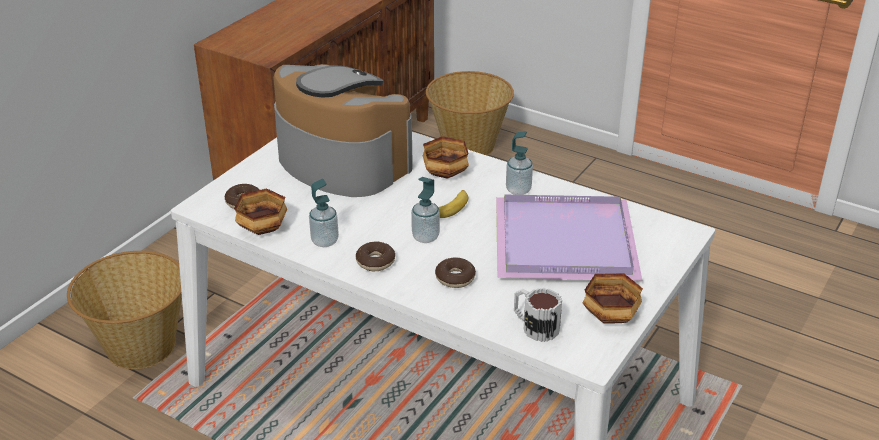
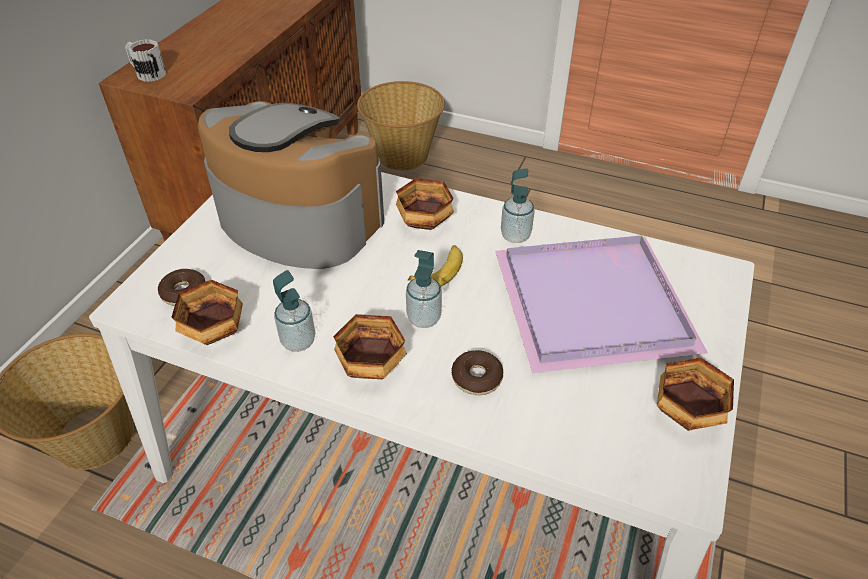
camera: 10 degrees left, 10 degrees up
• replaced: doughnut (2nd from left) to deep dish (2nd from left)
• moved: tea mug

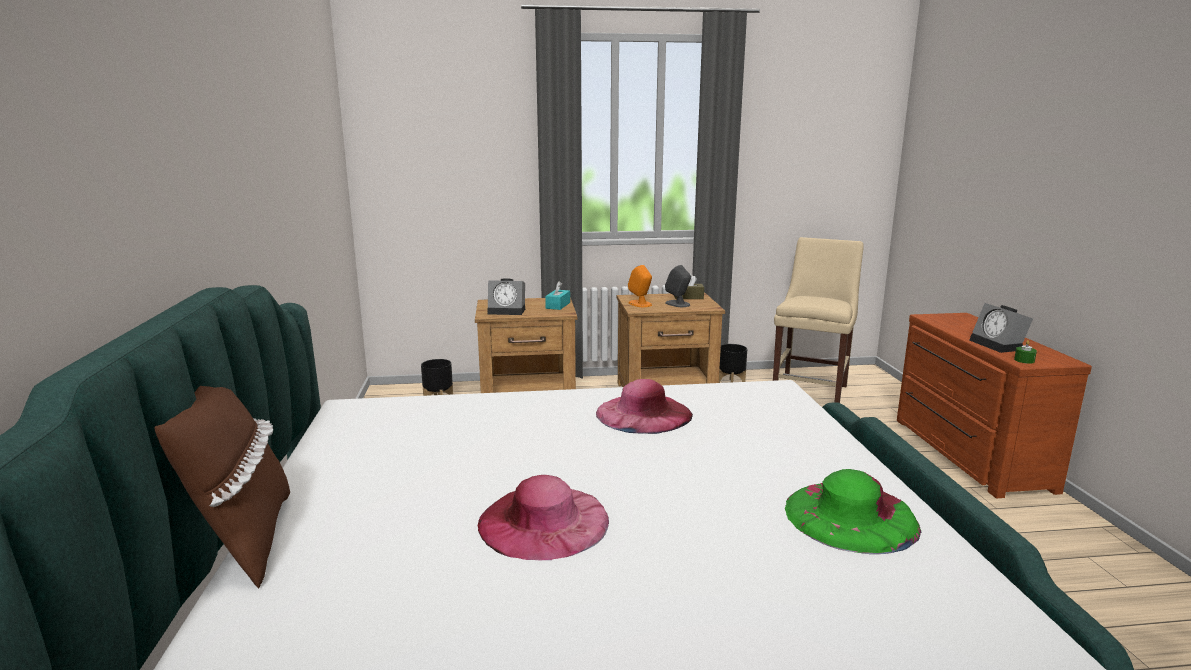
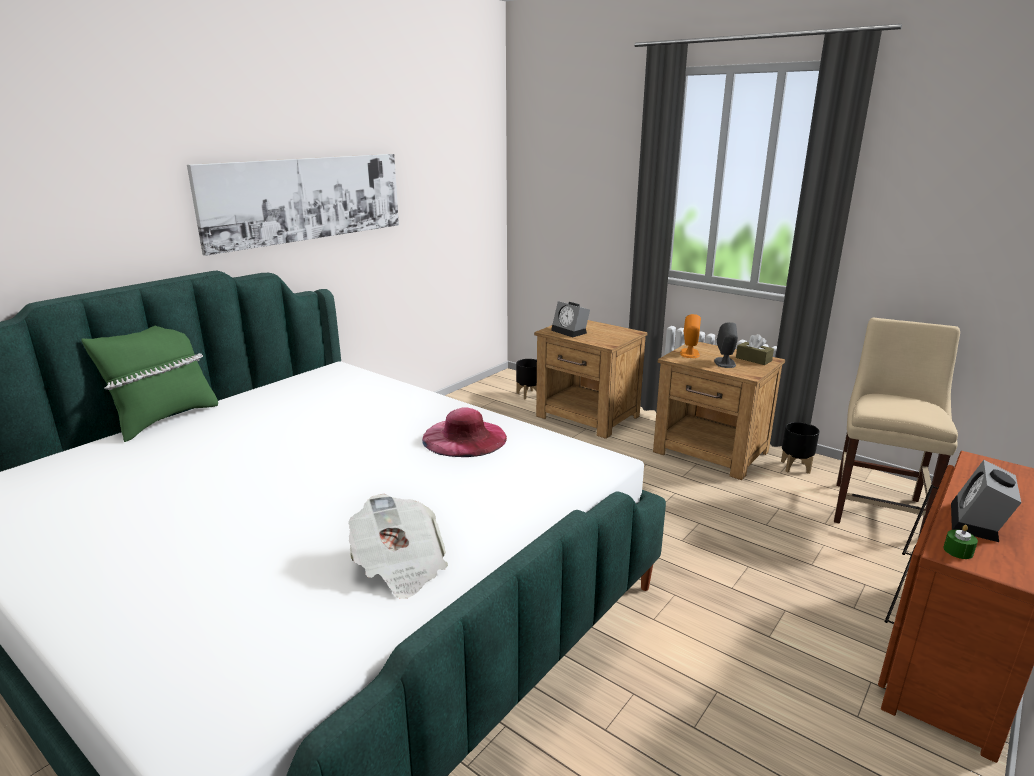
camera: 45 degrees right, 5 degrees up
• recoloured: brown-coloured cushion to greenish cushion
• removed: pink wearable hat (1st from left)
• removed: blue-green tissue holder
• turned: beige-coloured plain chair 45 degrees counterclockwise
• replaced: greenish wearable hat to printed paper
• added: wall art

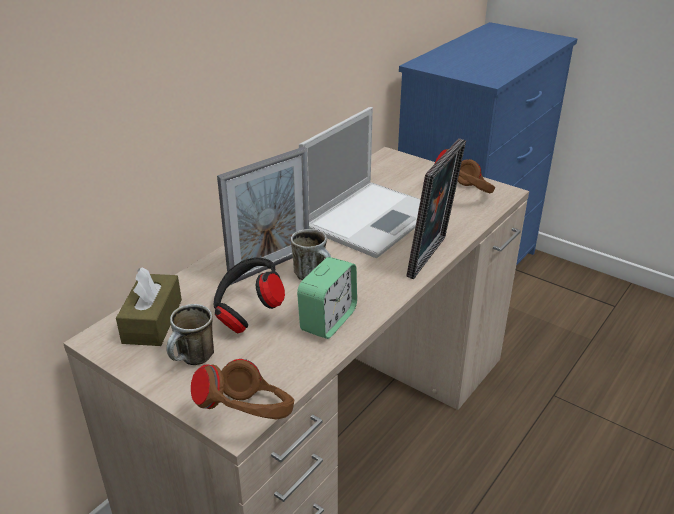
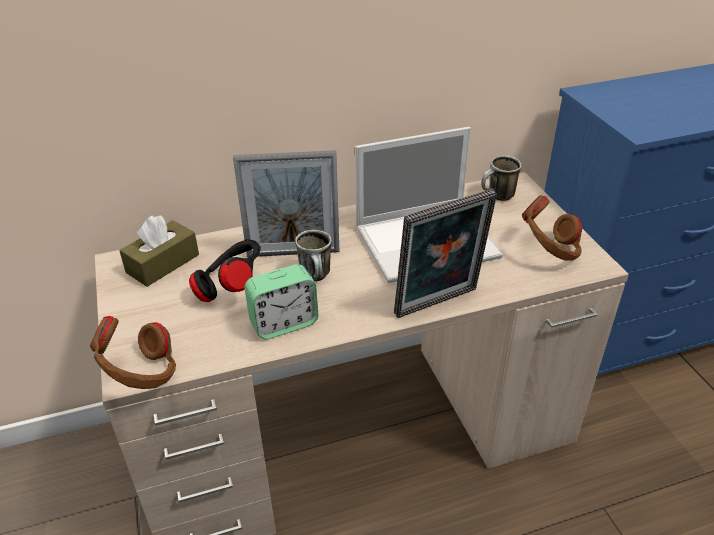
camera: 35 degrees right, 5 degrees up
• moved: tea mug (1st from left in the first image) to tea mug (2nd from left)

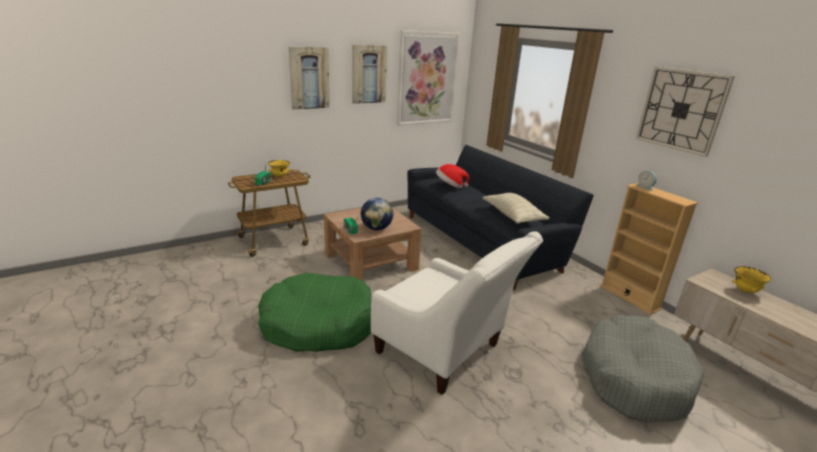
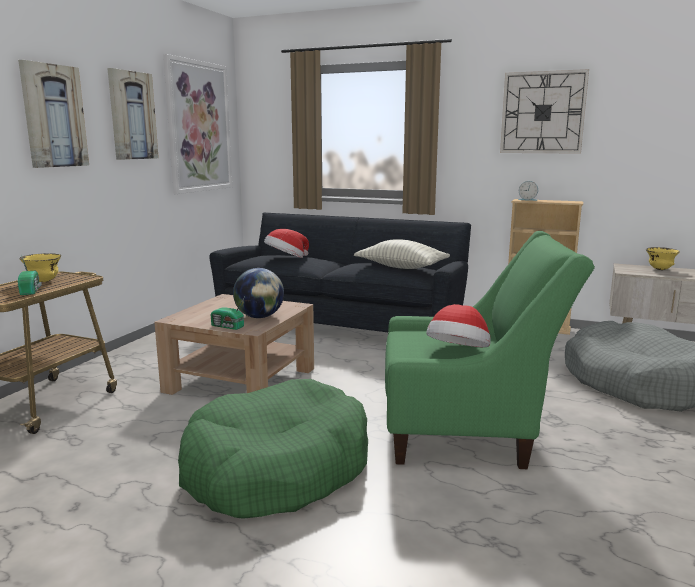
camera: 35 degrees left, 10 degrees down
• recoloured: white lounge chair to greenish lounge chair
• added: wearable hat (2nd from left)

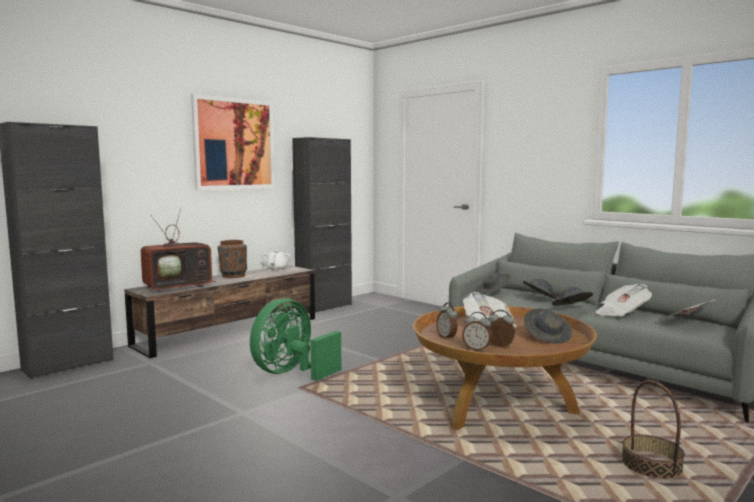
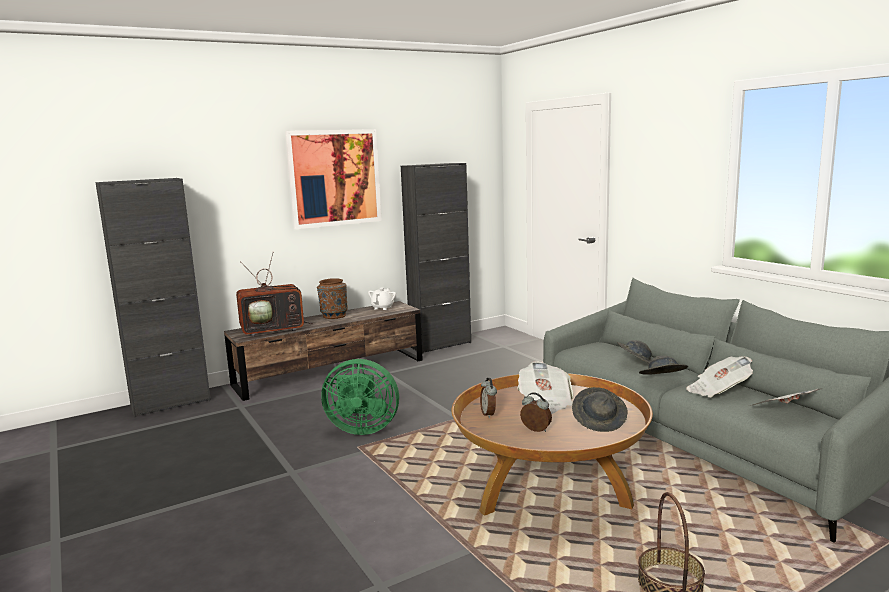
camera: 15 degrees right, 5 degrees up
• turned: greenish fan 135 degrees counterclockwise
• removed: bedside clock (2nd from left)
• removed: grey wearable hat (1st from left)

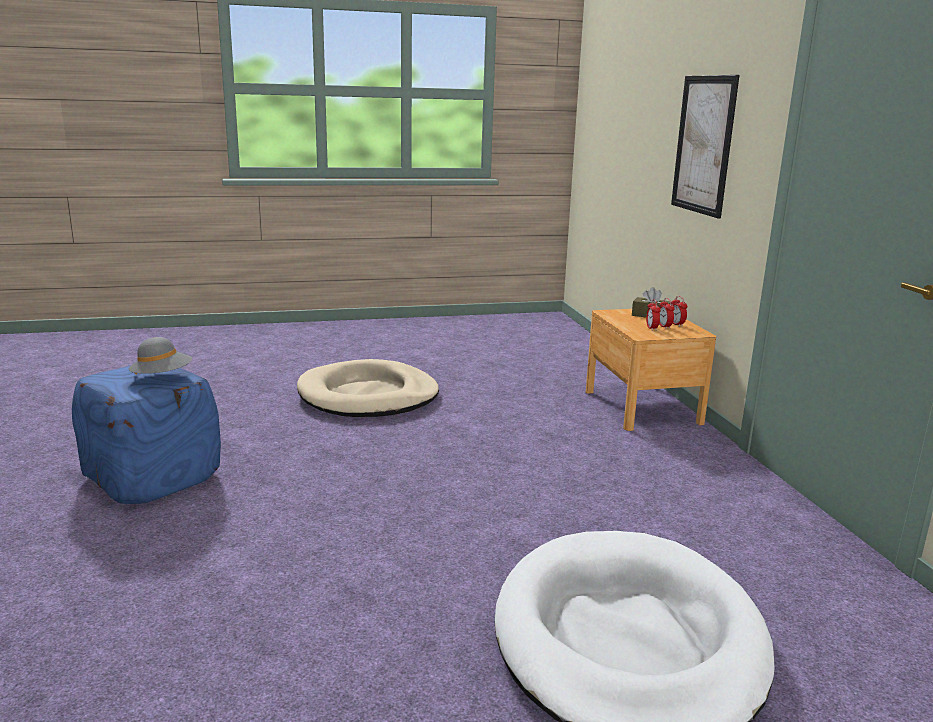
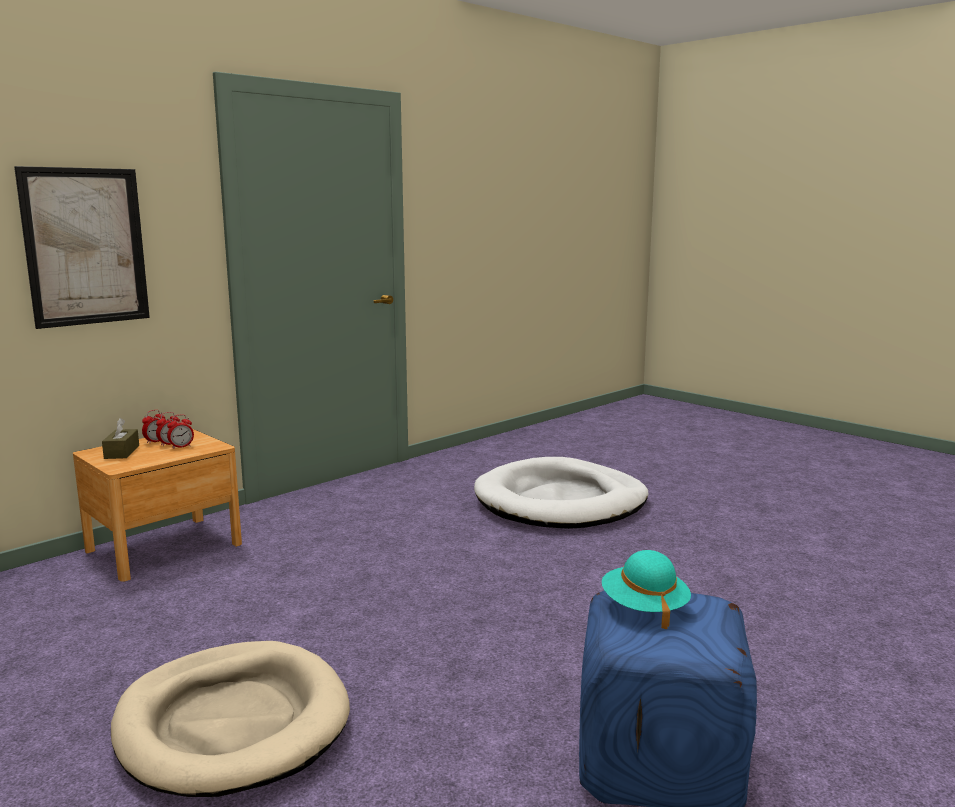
camera: 120 degrees left, 5 degrees down
• recoloured: grey wearable hat to blue-green wearable hat

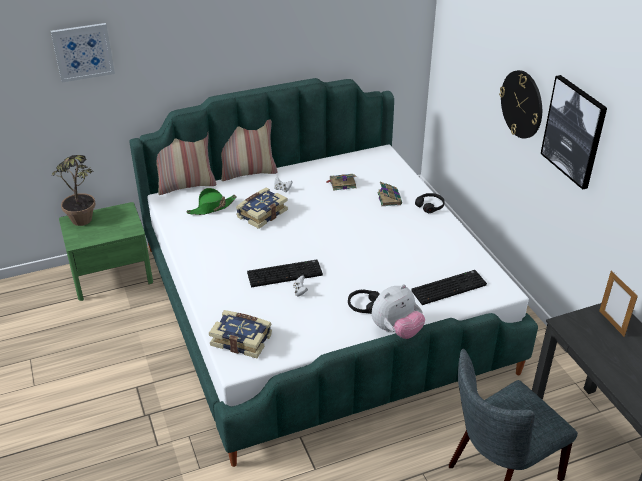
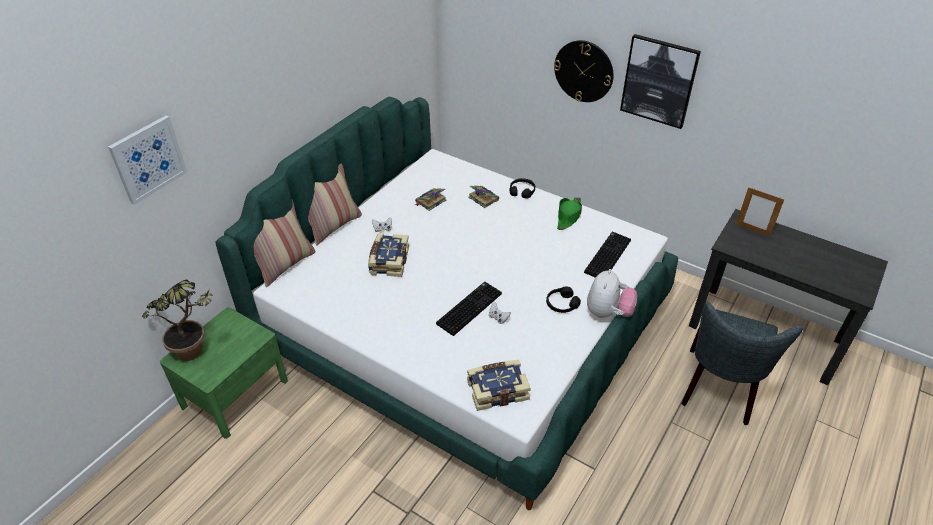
camera: 35 degrees left, 5 degrees up
• moved: greenish wearable hat

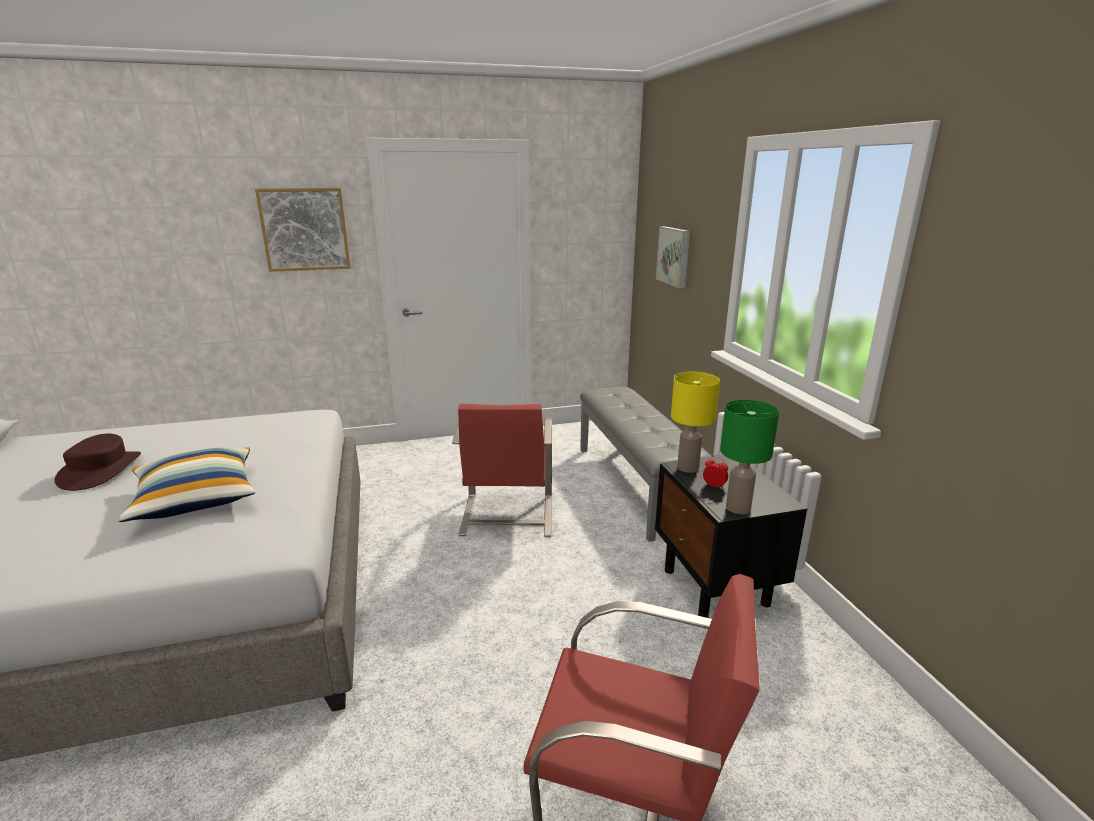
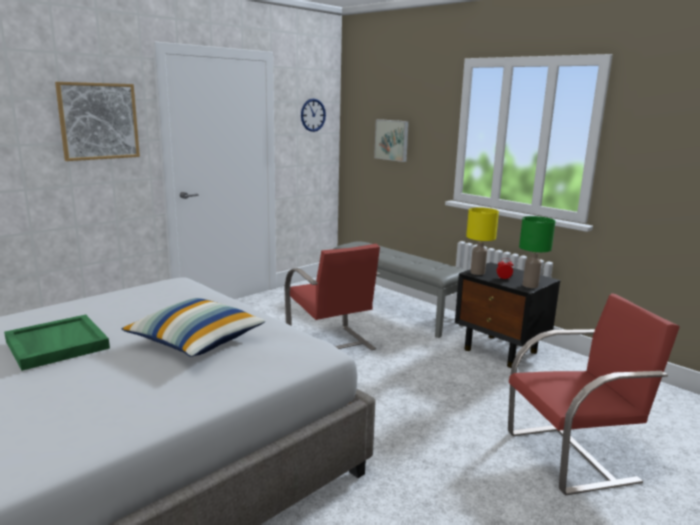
camera: 30 degrees left, 5 degrees down
• replaced: brown-coloured wearable hat to greenish carrying tray
• added: wall clock

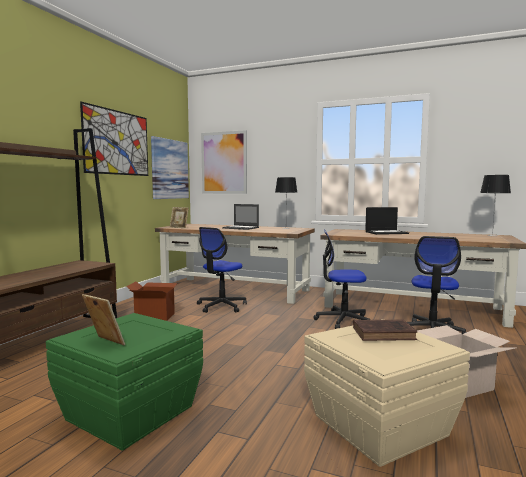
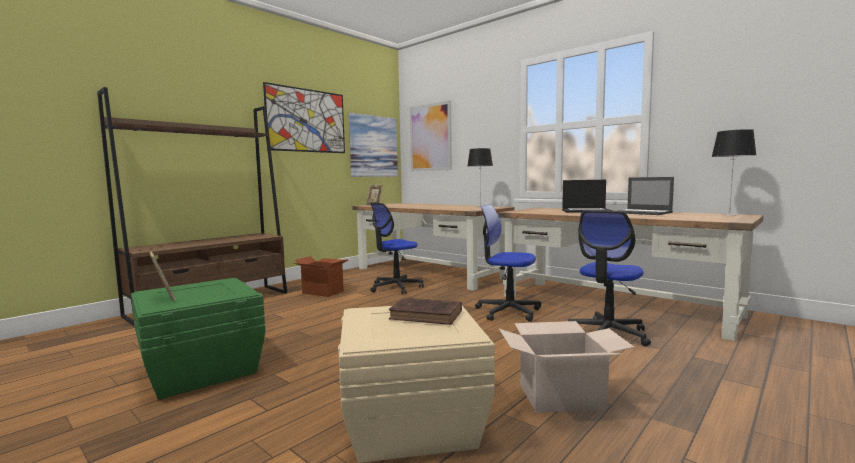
camera: 20 degrees right, 0 degrees up
• moved: laptop (1st from left in the first image) to laptop (2nd from left)

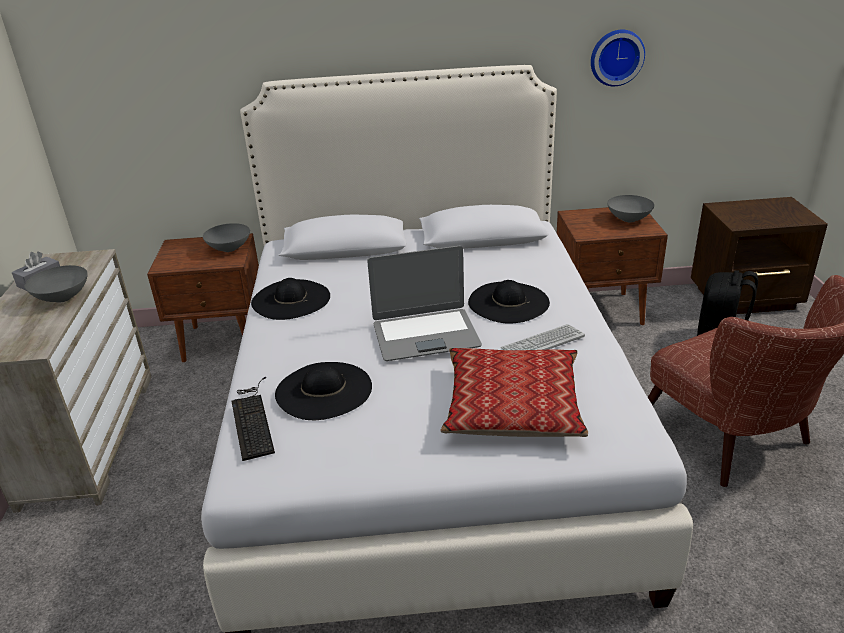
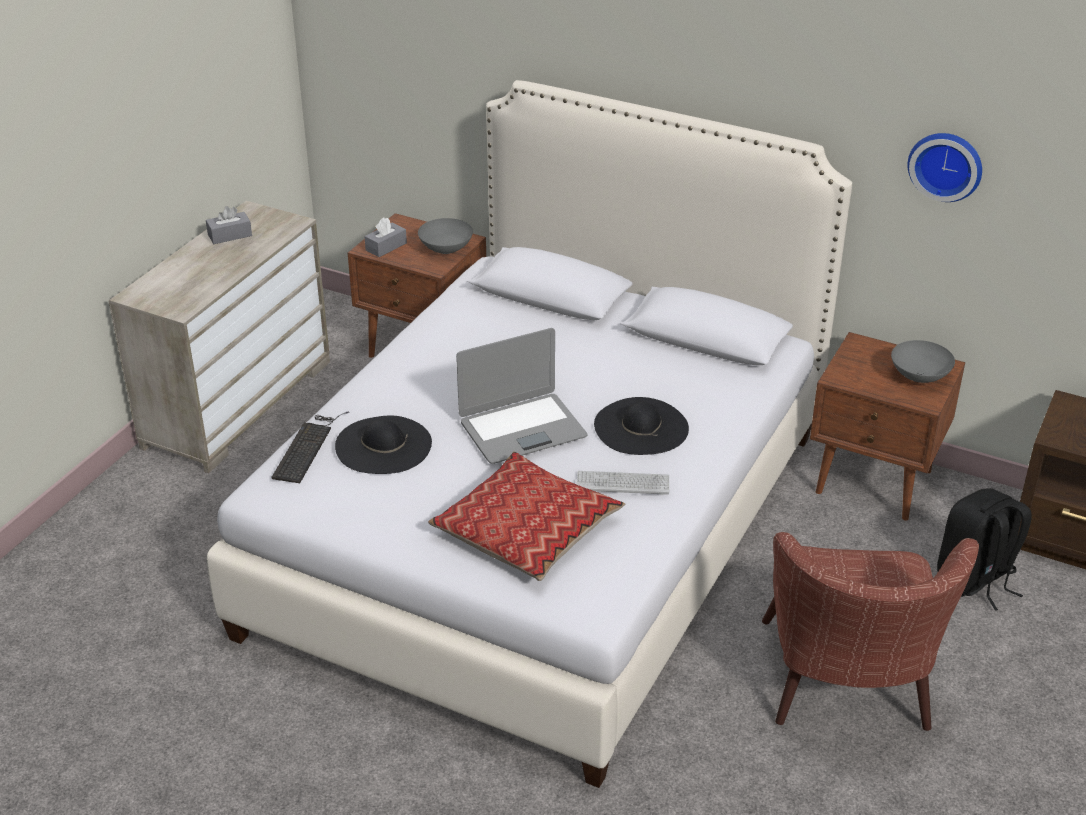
camera: 30 degrees right, 5 degrees up
• removed: grey deep dish (1st from left)
• removed: black-coloured wearable hat (1st from left)
• turned: laptop 45 degrees counterclockwise
• added: grey tissue holder (2nd from left)

